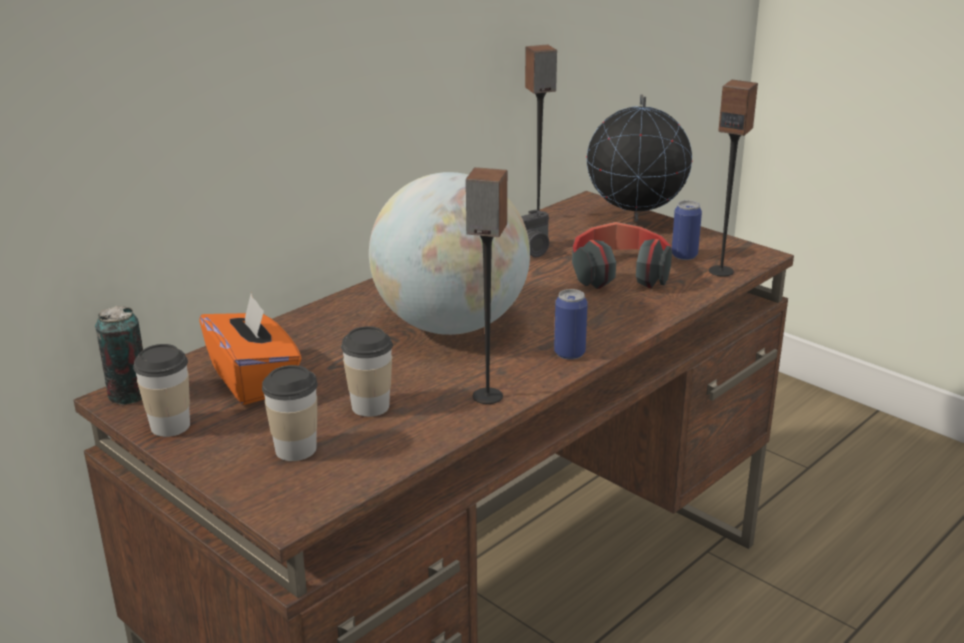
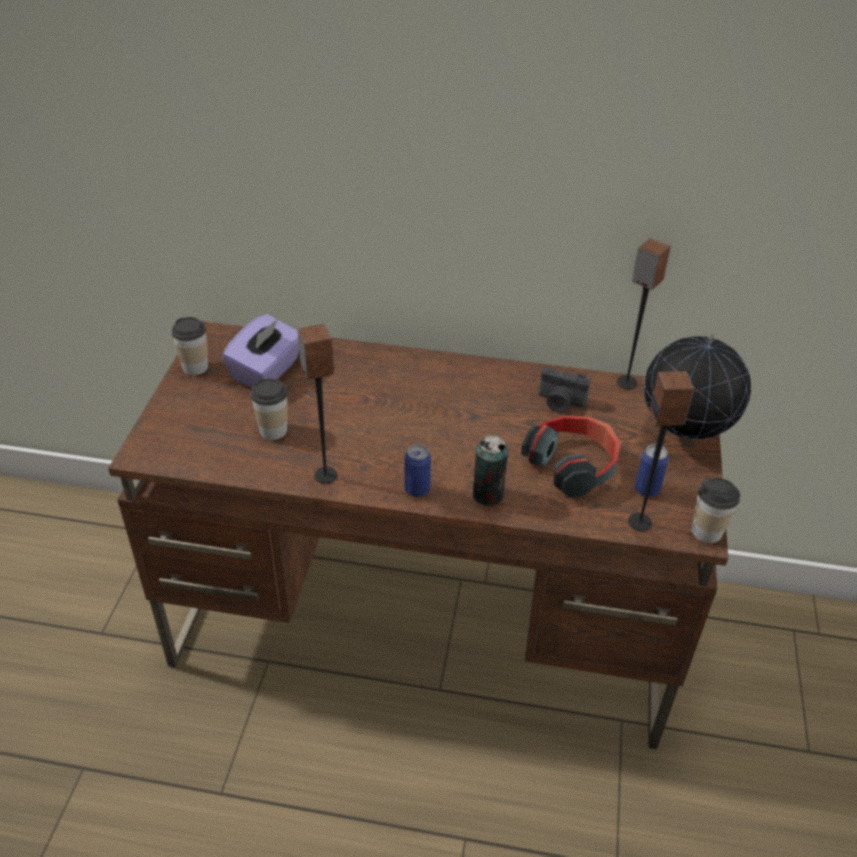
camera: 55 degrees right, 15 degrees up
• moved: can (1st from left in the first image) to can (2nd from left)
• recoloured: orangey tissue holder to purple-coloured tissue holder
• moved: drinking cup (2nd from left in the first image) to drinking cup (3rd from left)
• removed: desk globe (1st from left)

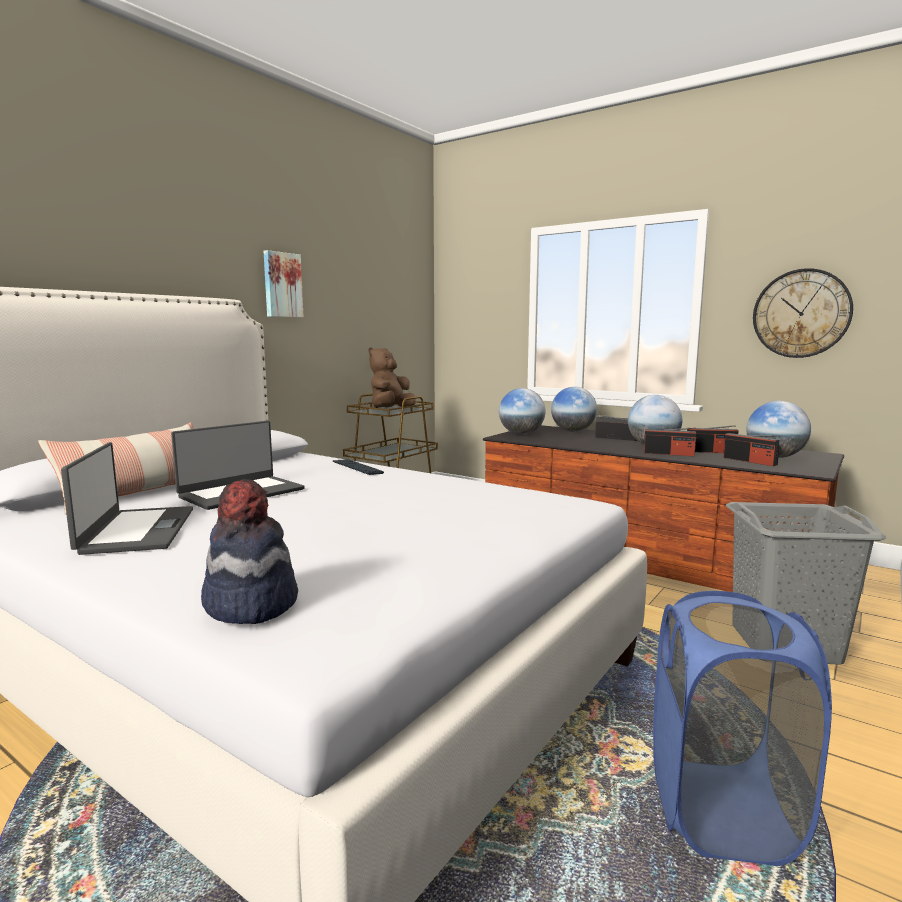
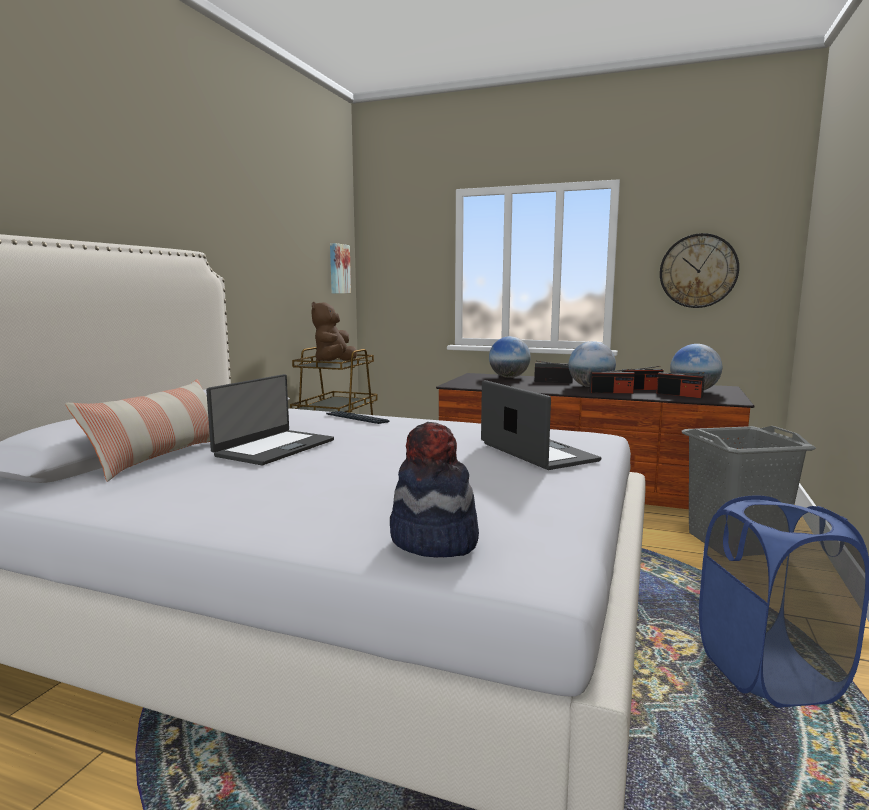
camera: 15 degrees left, 0 degrees up
• moved: laptop (1st from left in the first image) to laptop (2nd from left)
• moved: wall art
• removed: desk globe (1st from left)

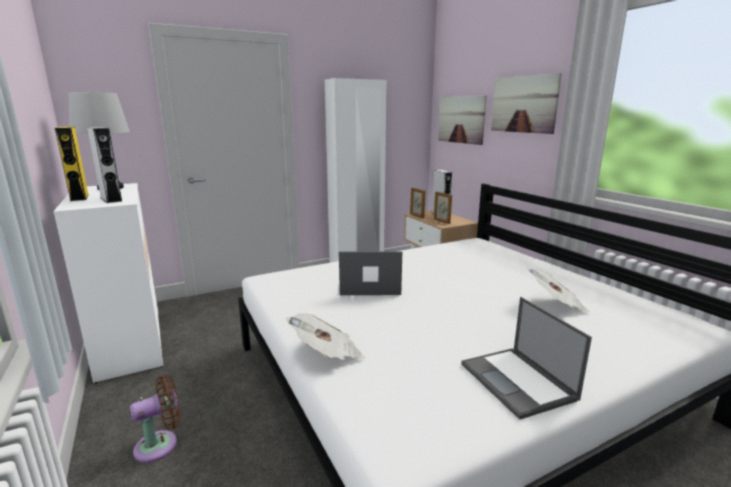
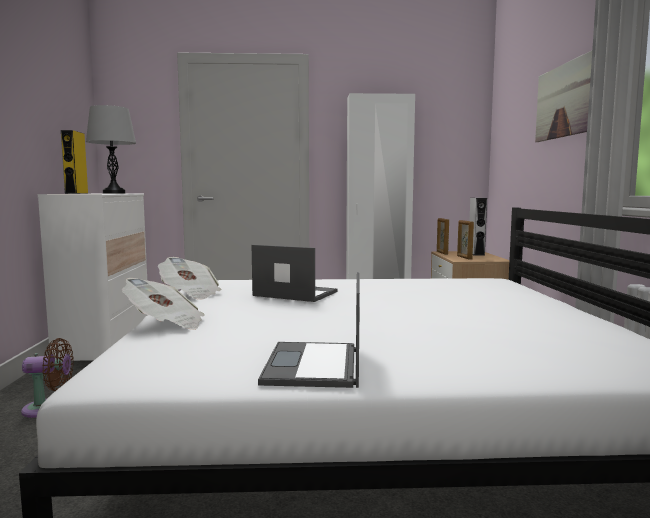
camera: 25 degrees right, 10 degrees down
• removed: grey loudspeaker (1st from left)
• removed: wall art (1st from left)
• moved: printed paper (2nd from left)

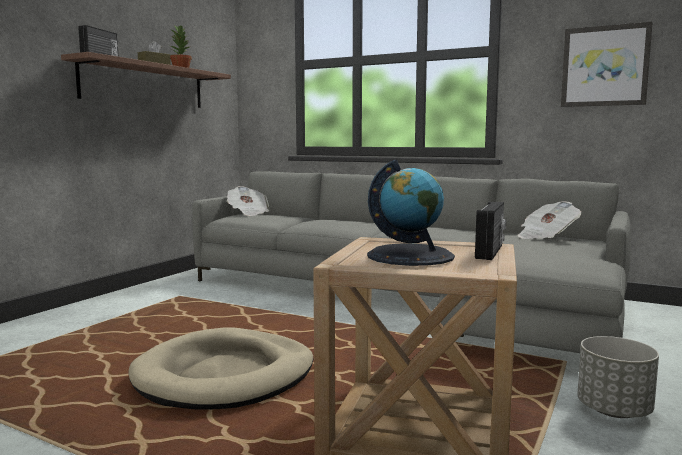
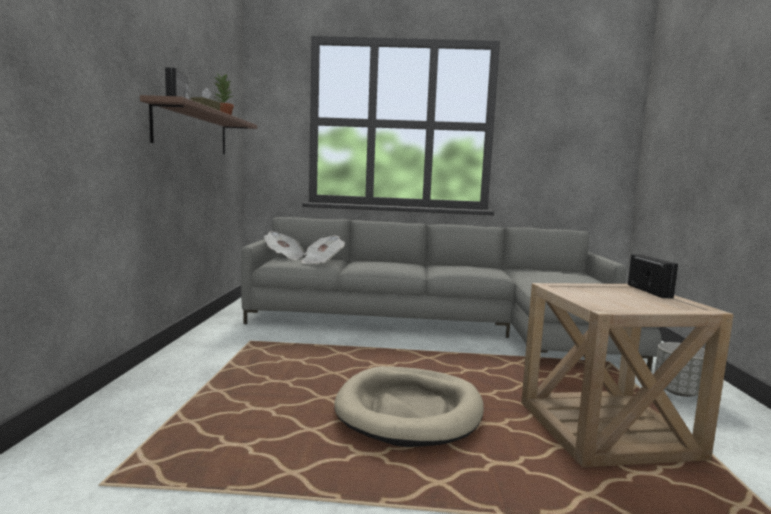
camera: 25 degrees left, 0 degrees up
• removed: desk globe
• moved: printed paper (2nd from left)
• removed: wall art

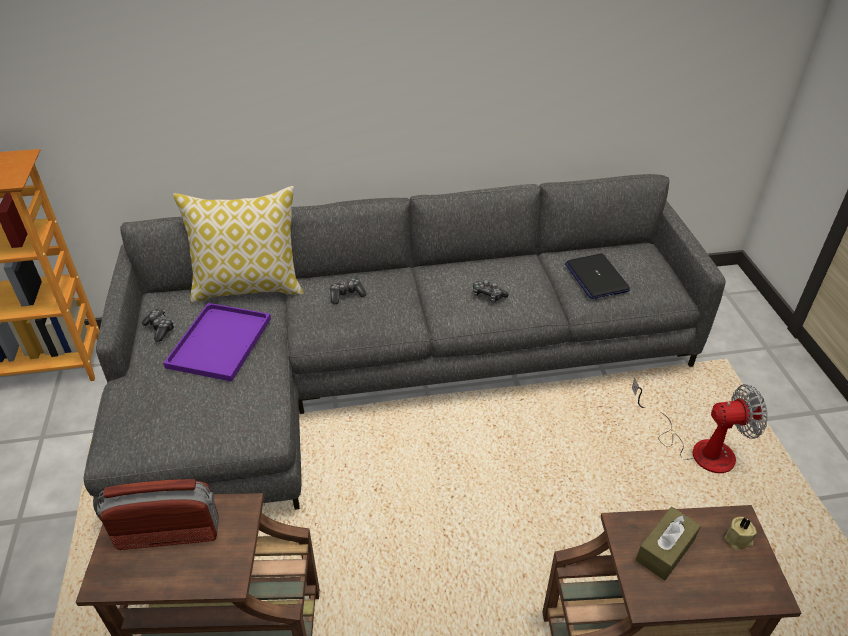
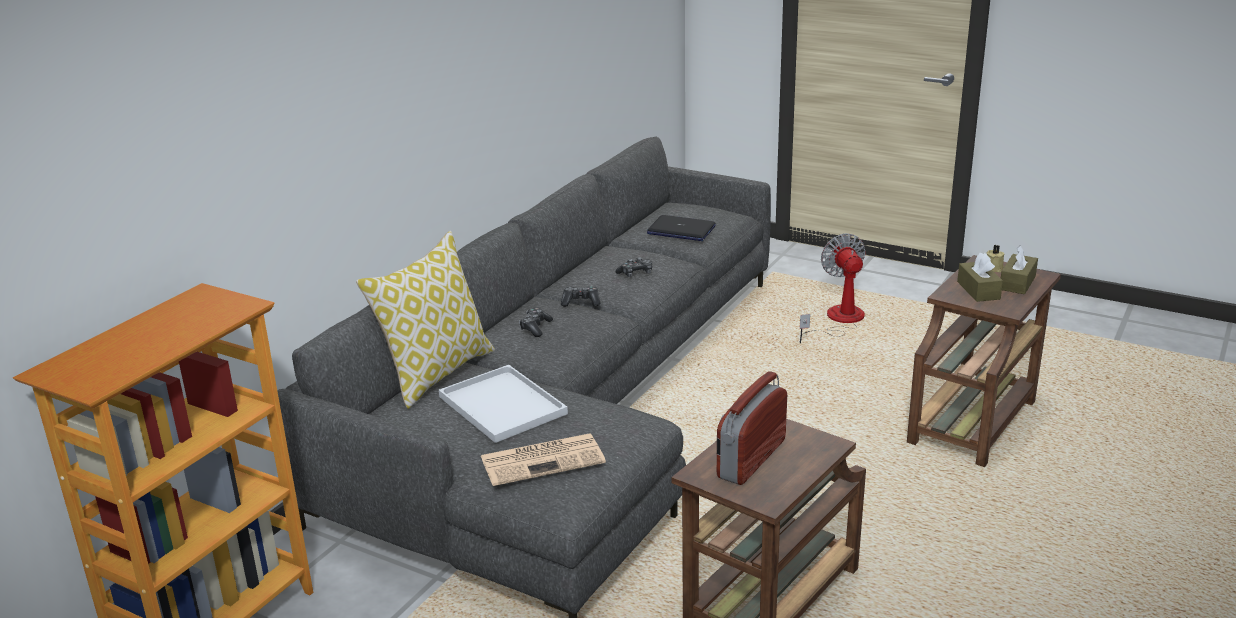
camera: 50 degrees left, 15 degrees down
• moved: joypad (1st from left in the first image) to joypad (2nd from left)
• recoloured: purple-coloured carrying tray to white carrying tray
• turned: fan 45 degrees counterclockwise
• added: printed paper
• added: brown-coloured tissue holder (2nd from left)

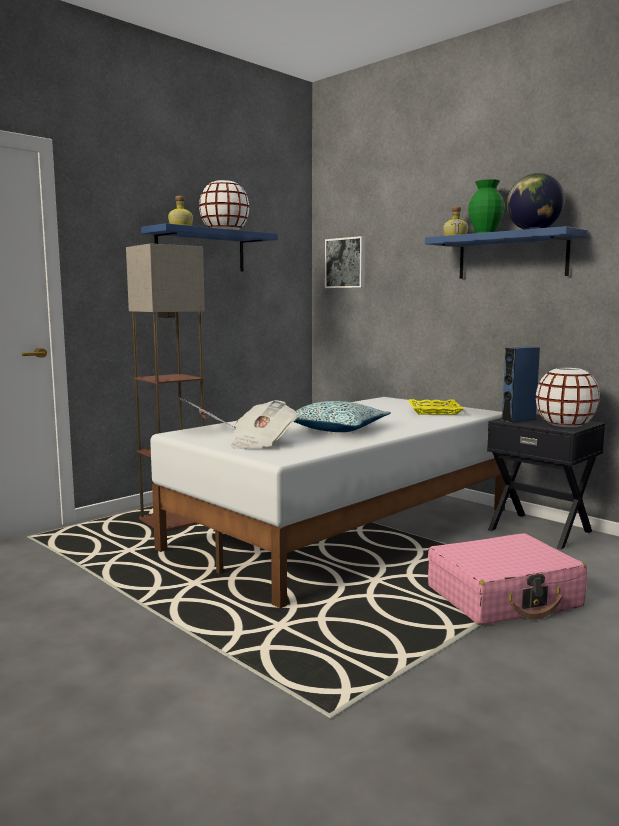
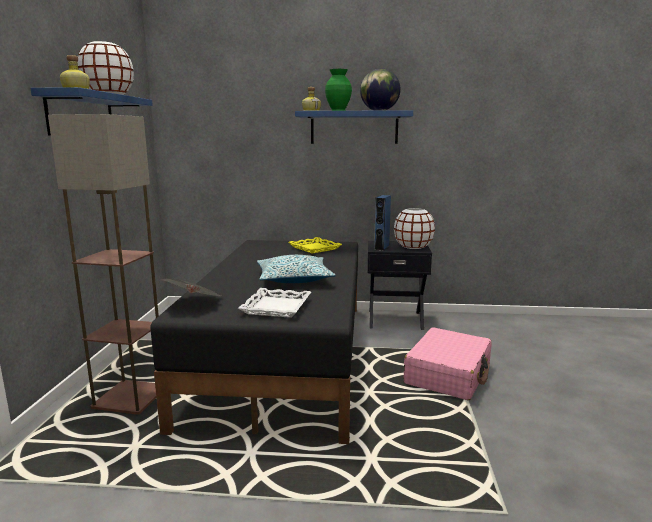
camera: 40 degrees left, 5 degrees up
• recoloured: white bed to black-coloured bed
• replaced: printed paper (2nd from left) to white carrying tray
• removed: wall art

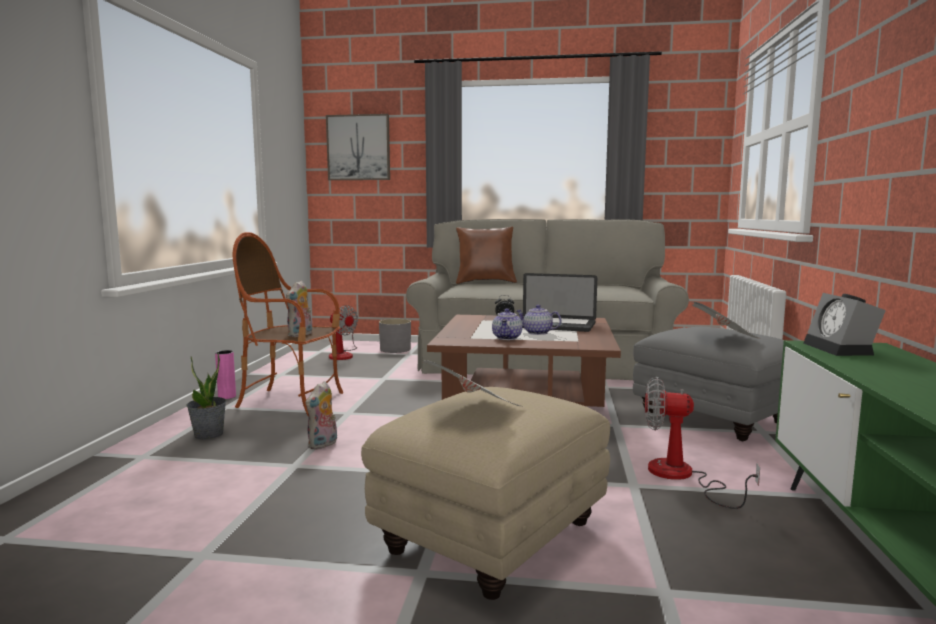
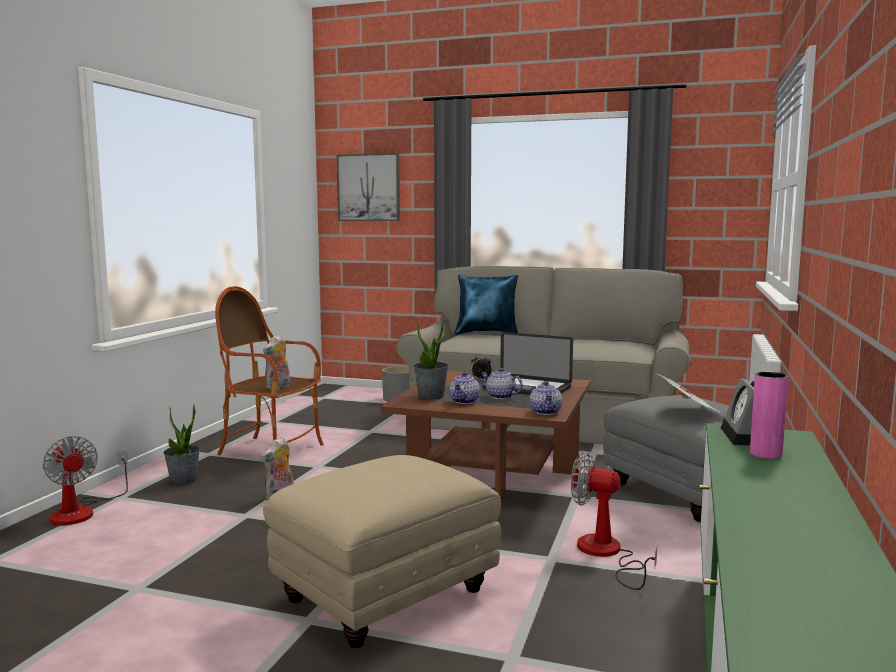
camera: 10 degrees right, 0 degrees up
• moved: pink flower vase
• moved: fan (1st from left)
• removed: printed paper (1st from left)
• recoloured: brown-coloured cushion to blue cushion
• added: houseplant (2nd from left)
• added: teapot (3rd from left)

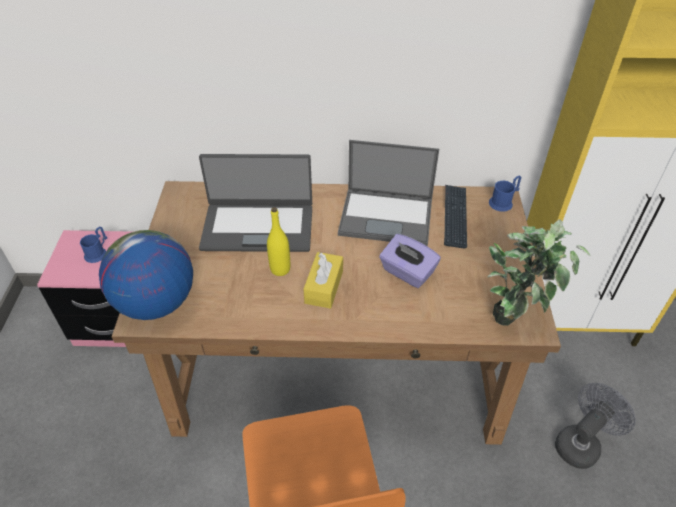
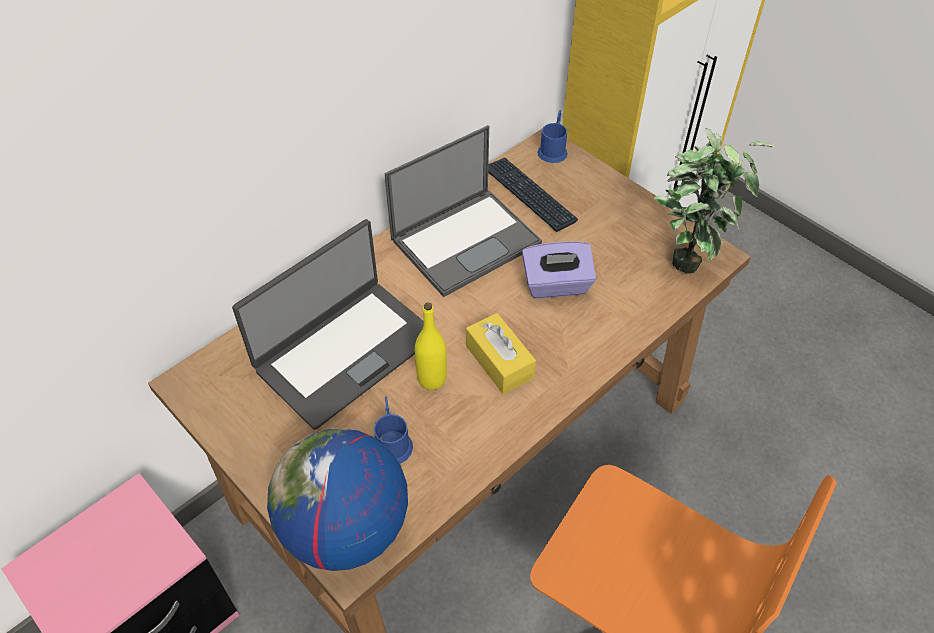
camera: 45 degrees left, 5 degrees up
• moved: blue tea mug (1st from left)
• removed: grey fan

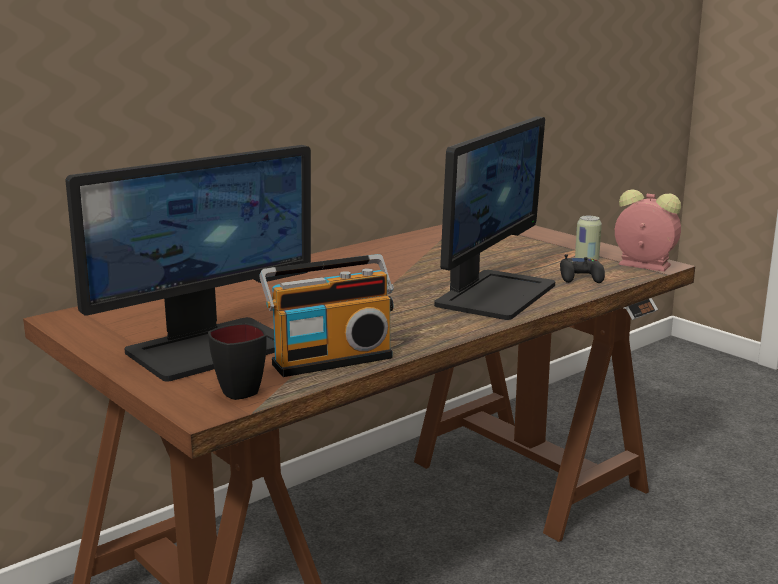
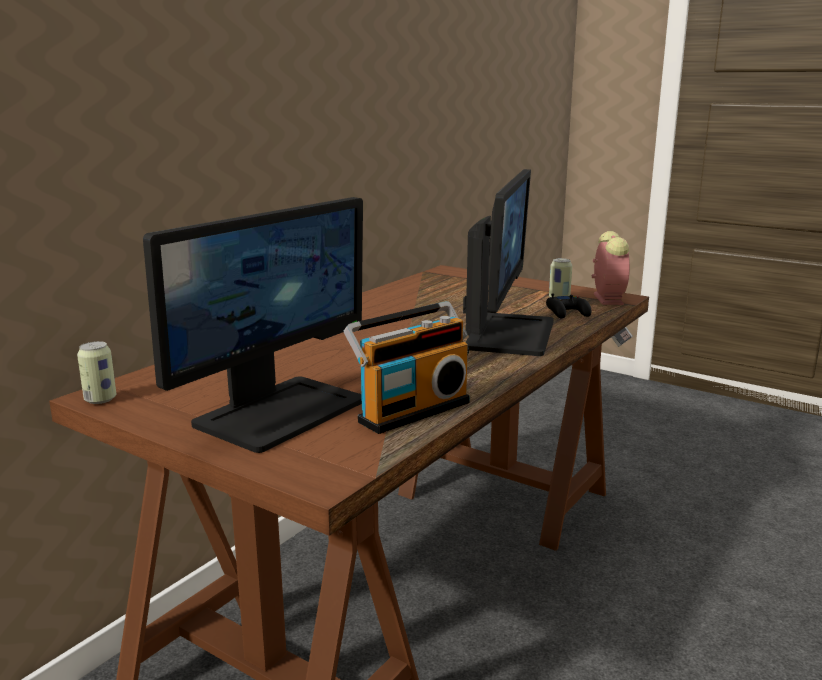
camera: 15 degrees left, 0 degrees up
• removed: black-coloured tea mug
• turned: bedside clock 75 degrees clockwise
• added: can (1st from left)

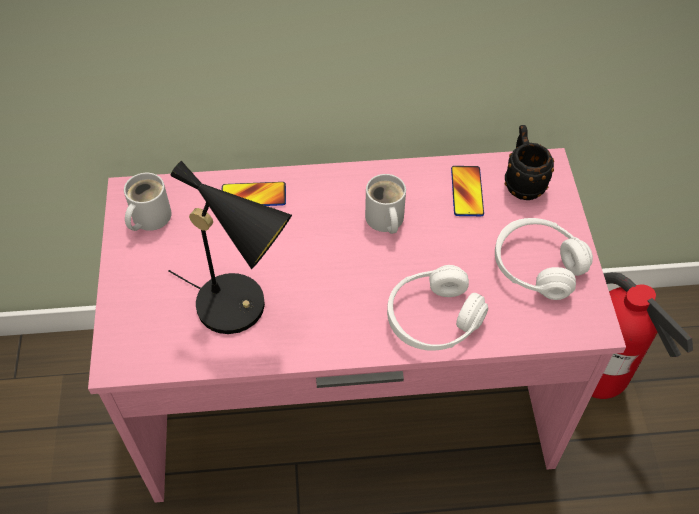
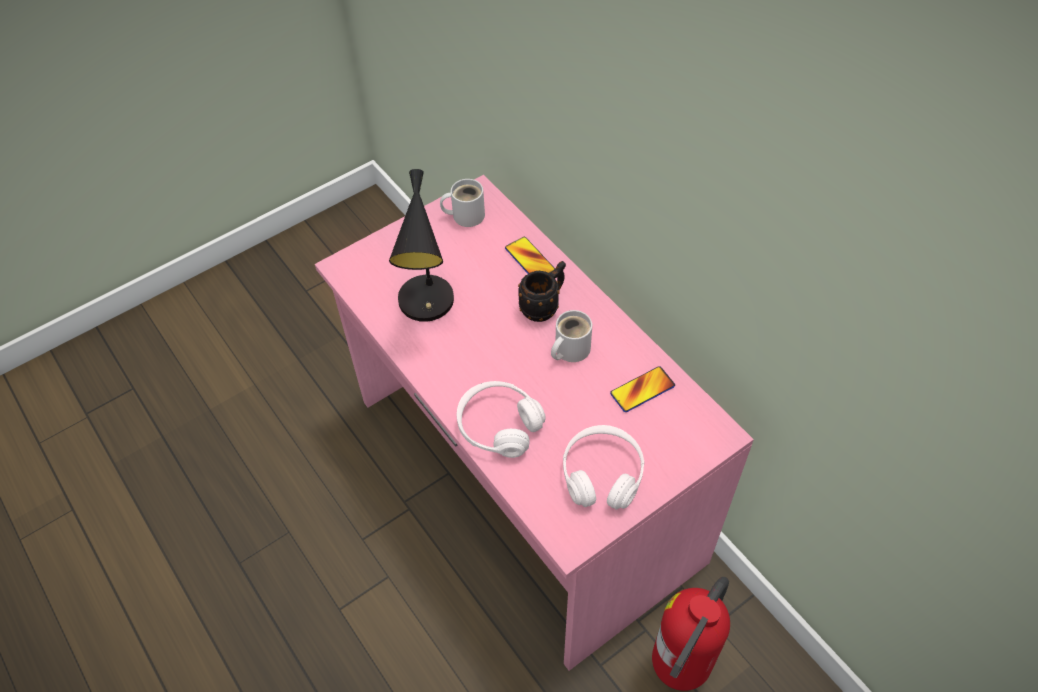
camera: 60 degrees right, 0 degrees up
• moved: black-coloured tea mug

